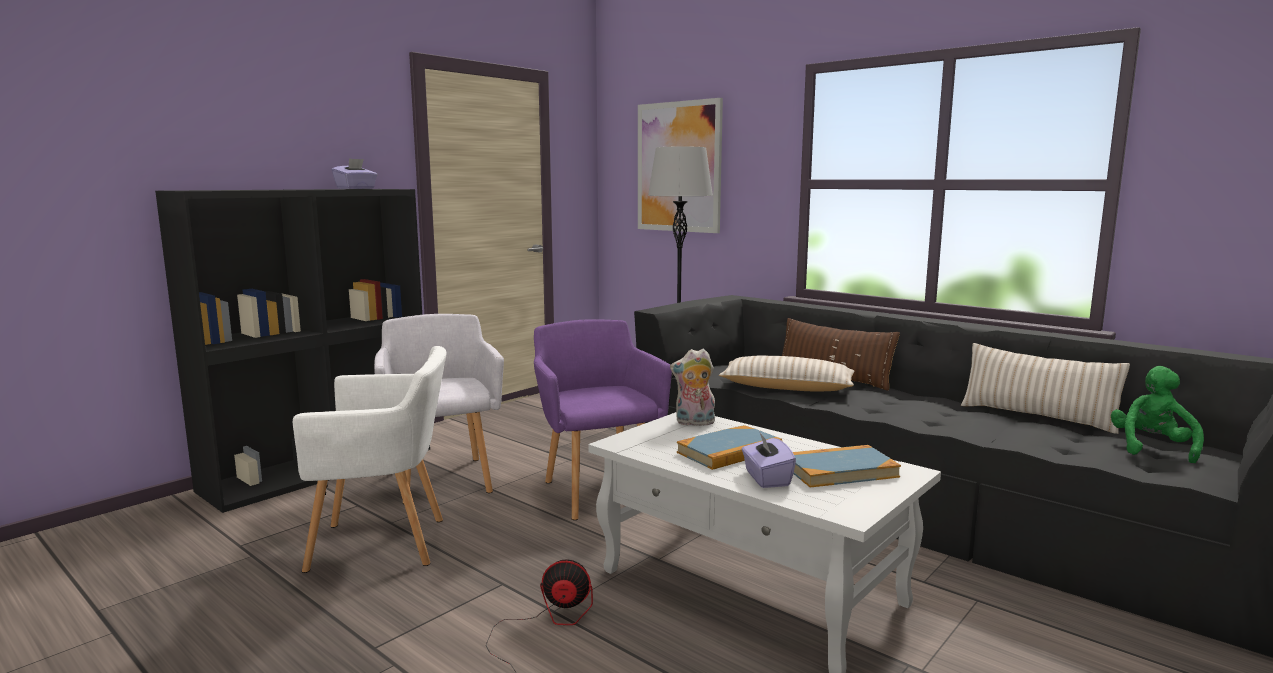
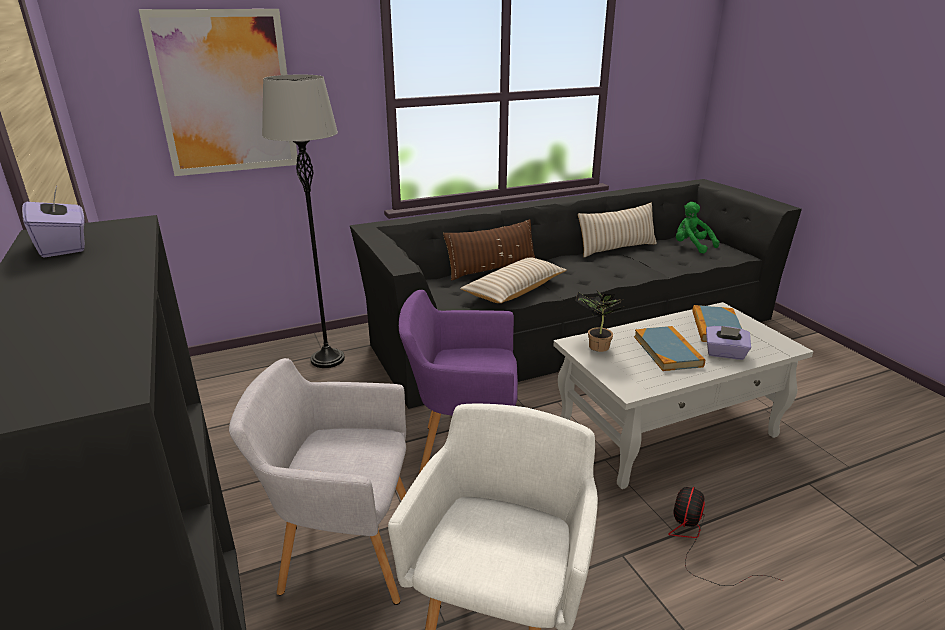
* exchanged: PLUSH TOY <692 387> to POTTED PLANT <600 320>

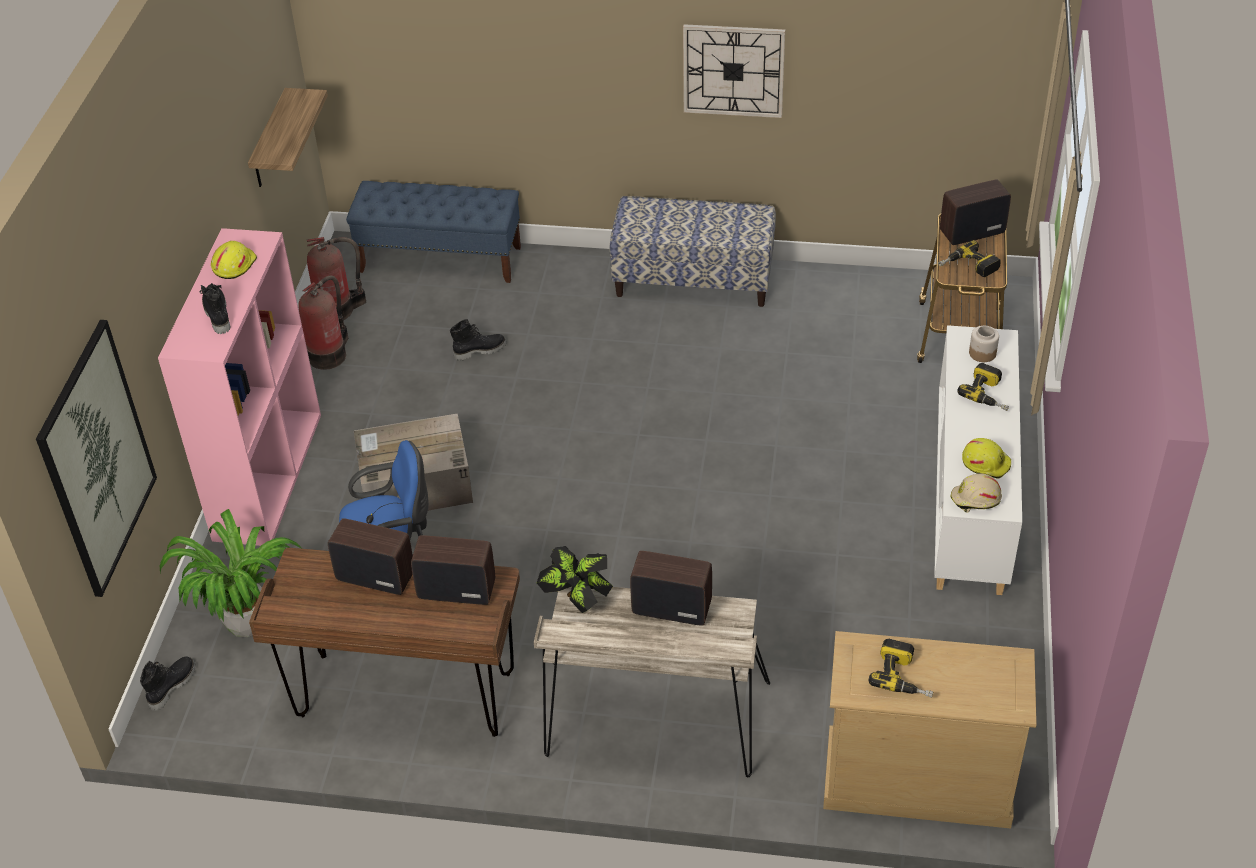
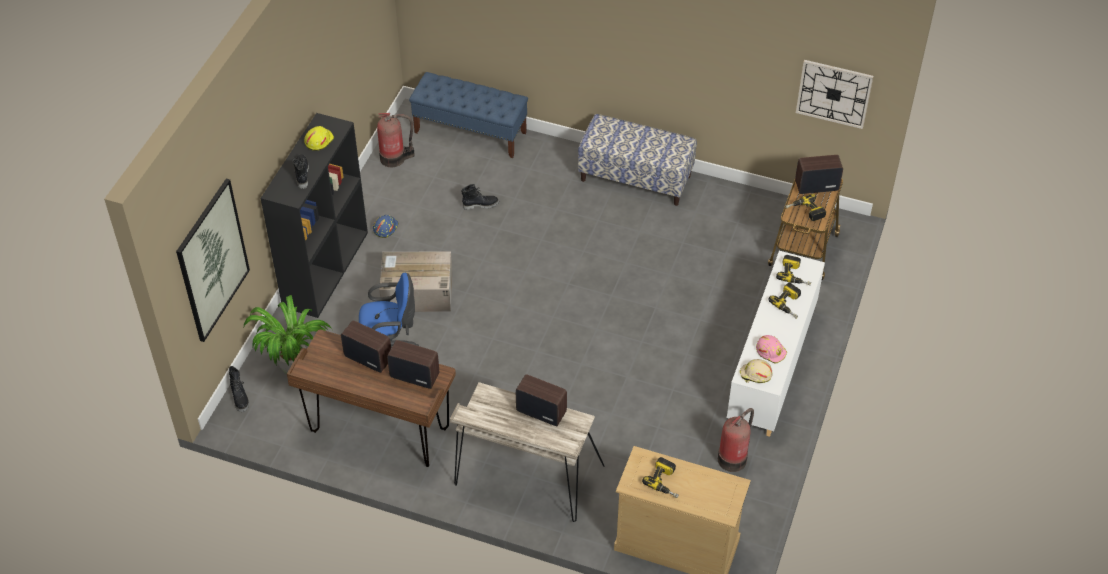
* spun: BLACK BOOT <168 683> = <239 389> 120 degrees clockwise
* colour: PINK BOOKCASE <239 387> to BLACK BOOKCASE <314 215>
* missing: SHELF <288 137>
* relocated: FIRE EXTINGUISHER <323 323> to <736 440>
* missing: POTTED PLANT <575 579>
* relocated: WALL CLOCK <734 71> to <834 94>
* colour: YELLOW HARD HAT <986 458> to PINK HARD HAT <771 349>
* exchanged: JAR <984 344> to POWER DRILL <793 270>
* appeared: BLUE HARD HAT <386 226>

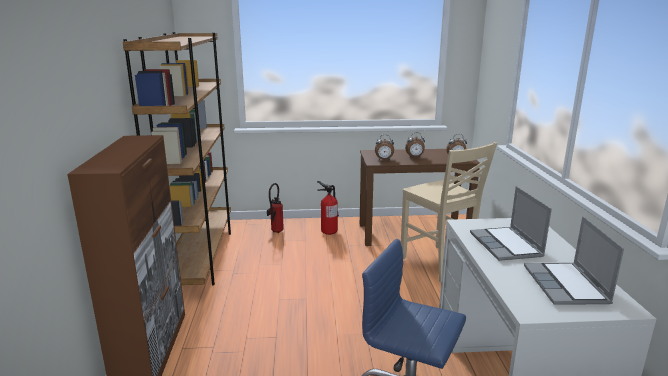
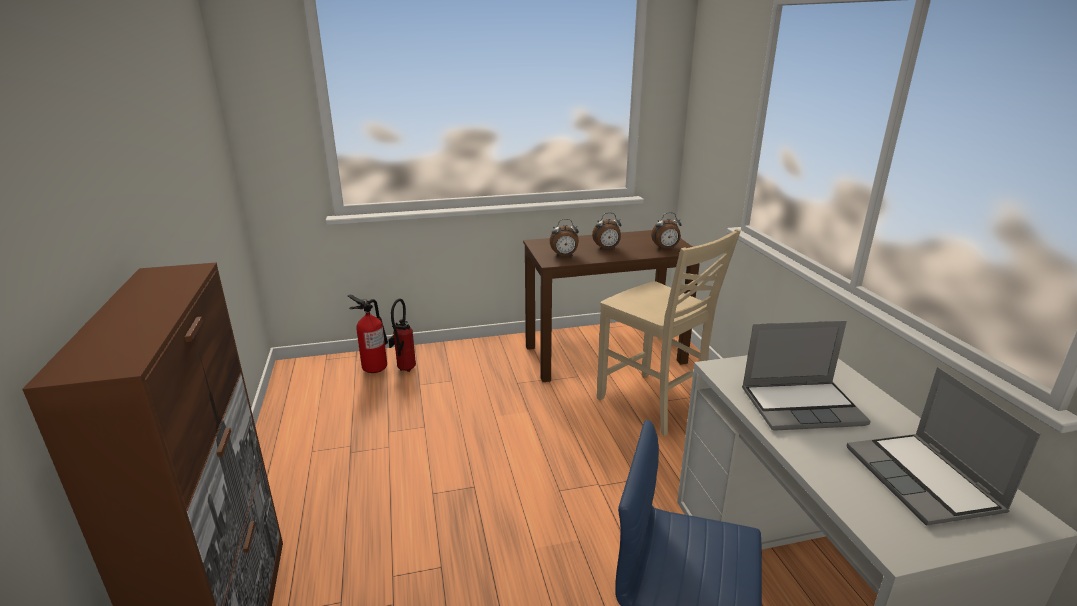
* missing: BROWN BOOKCASE <177 159>
* relocated: FIRE EXTINGUISHER <328 208> to <368 334>
* spun: LAPTOP <511 223> = <806 375> 75 degrees counterclockwise

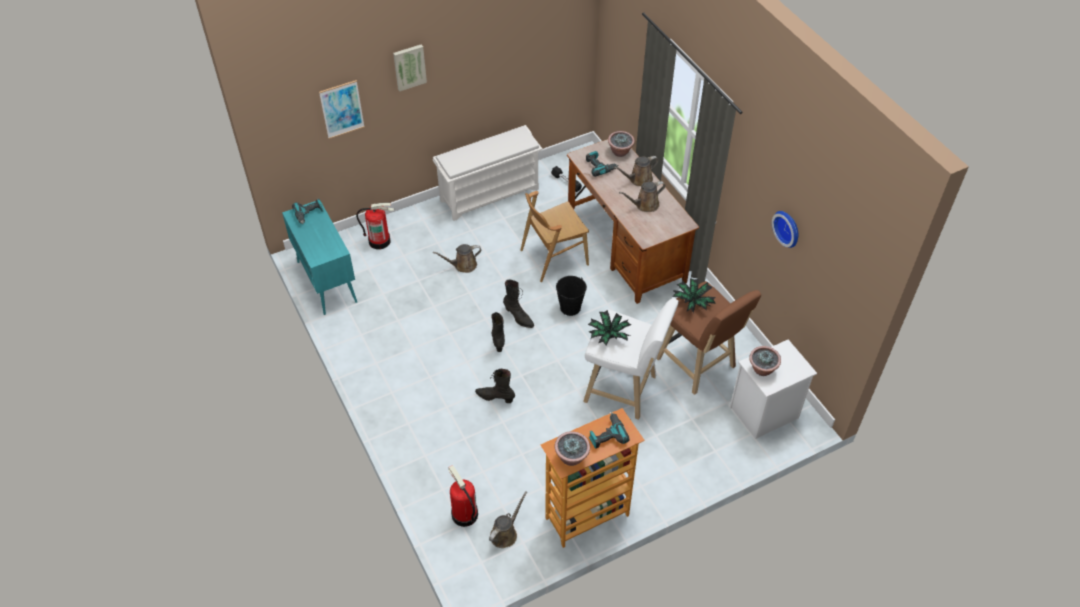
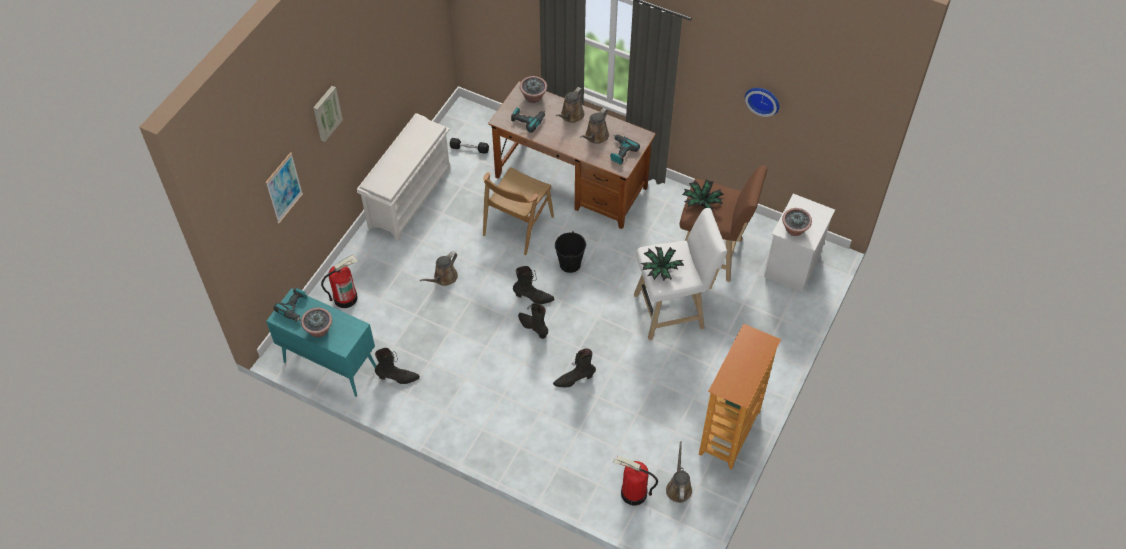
* relocated: POTTED PLANT <572 448> to <316 322>
* relocated: POWER DRILL <609 430> to <625 150>
* appeared: BLACK BOOT <397 366>

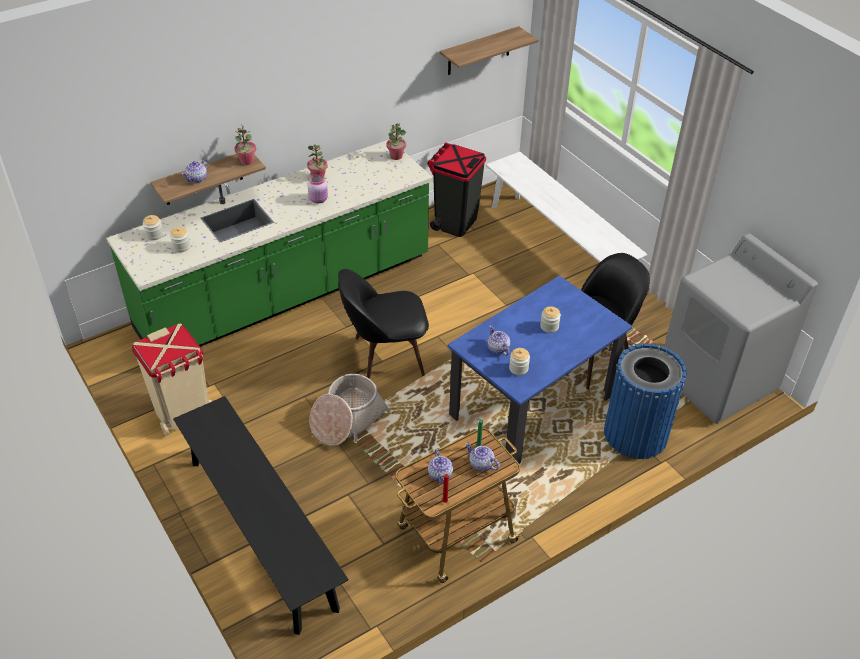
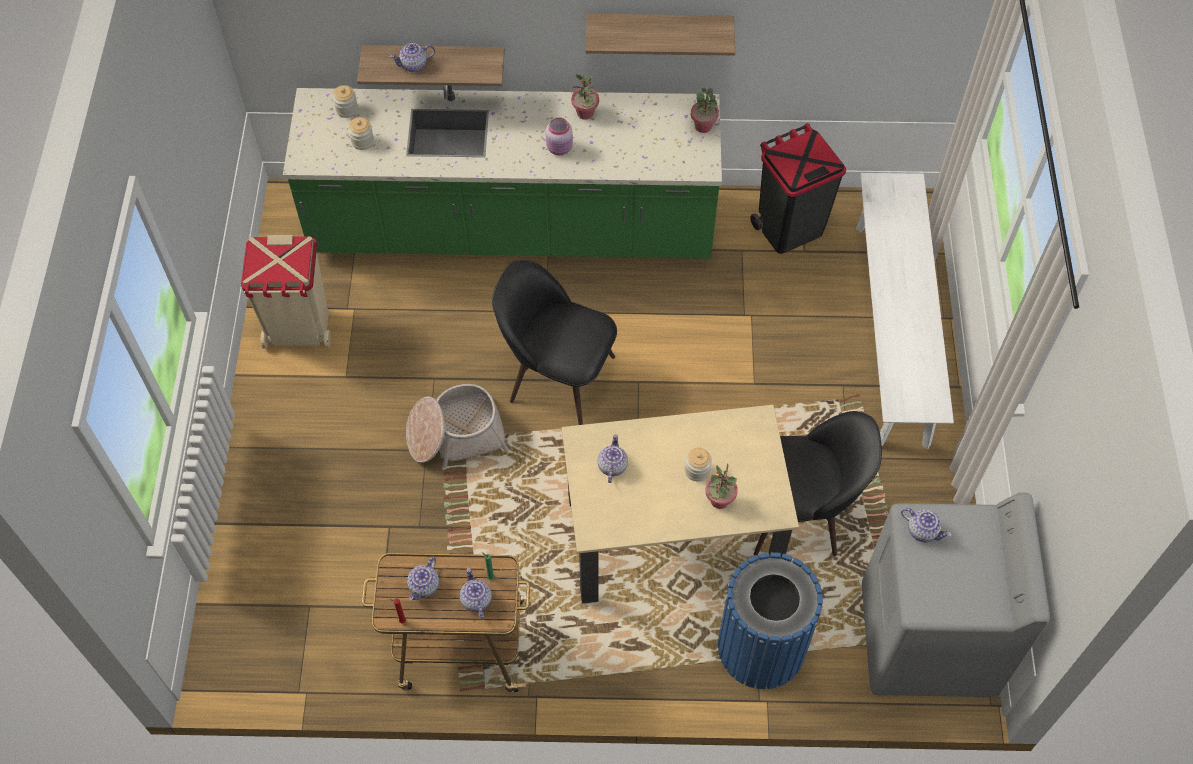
* missing: BLACK BENCH <260 515>
* relocated: POTTED PLANT <245 144> to <721 486>
* relocated: SHELF <489 50> to <660 35>
* colour: BLUE DINING TABLE <540 370> to BEIGE DINING TABLE <680 504>
* missing: JAR <519 361>
* appeared: TEAPOT <926 525>

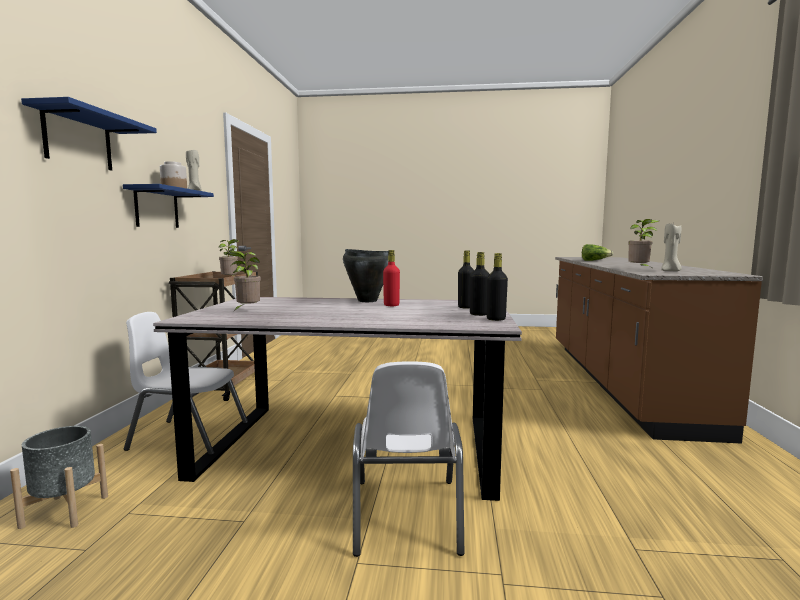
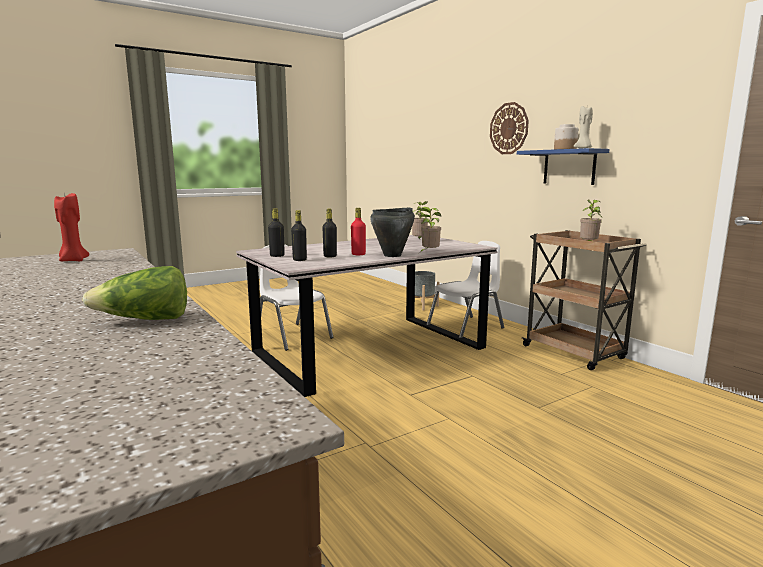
* exchanged: BLUE SHELF <89 134> to WALL CLOCK <509 128>
* relocated: BLACK BOTTLE <497 287> to <329 233>
* relocated: POTTED PLANT <643 243> to <429 230>
* colour: BEIGE CANDLE <671 247> to RED CANDLE <71 227>

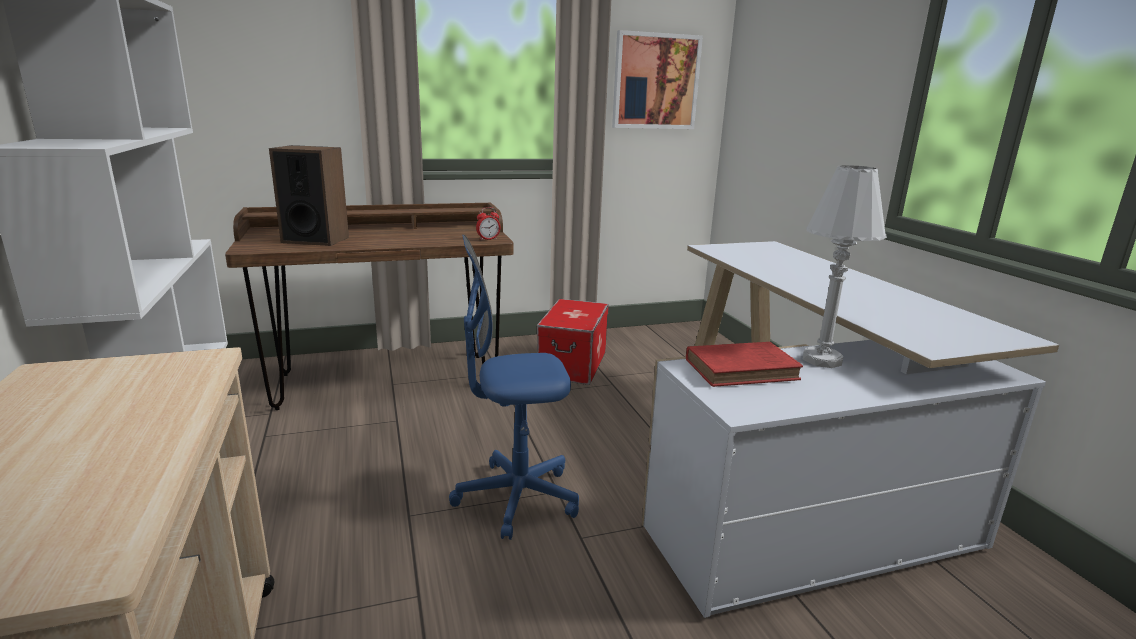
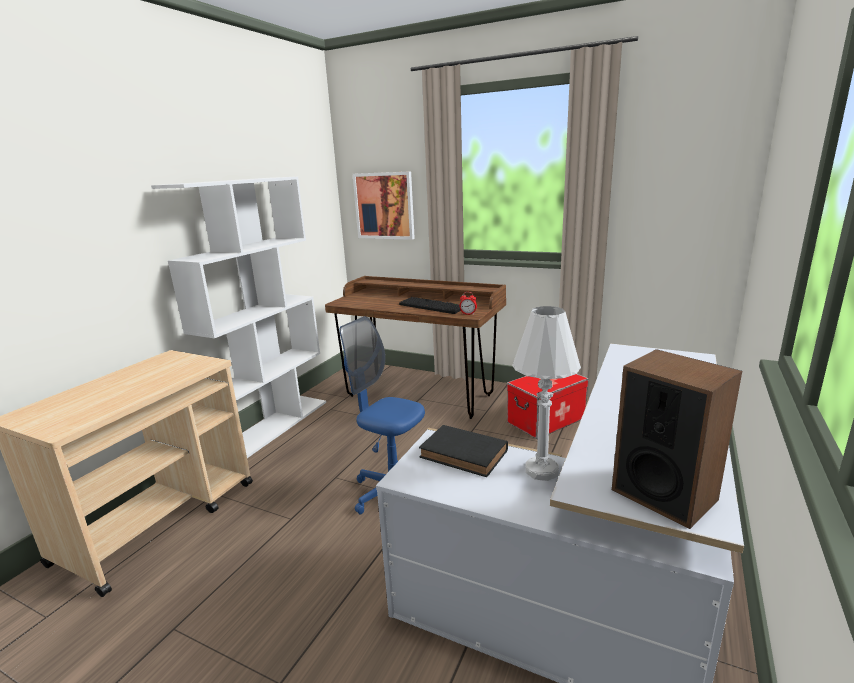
* relocated: SPEAKER <309 195> to <677 439>
* relocated: PICTURE <657 79> to <384 205>
* colour: RED BOOK <744 364> to BLACK BOOK <463 451>
* appeared: KEYBOARD <430 305>

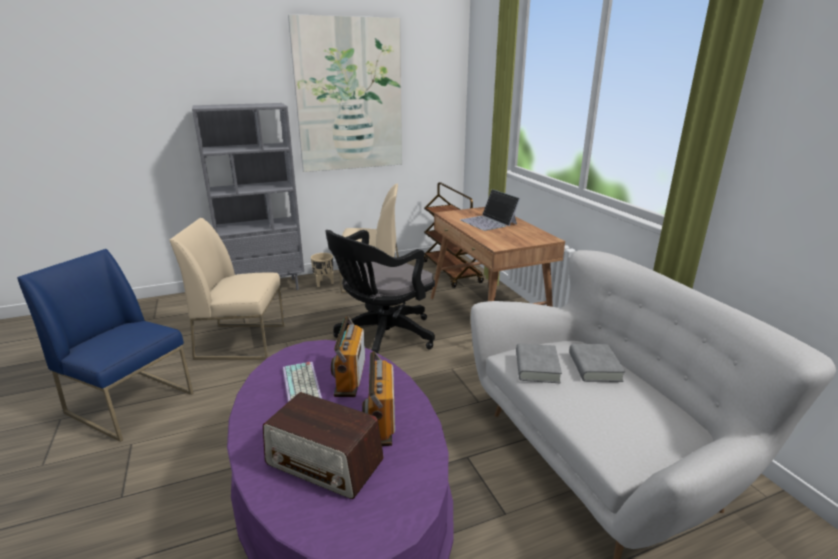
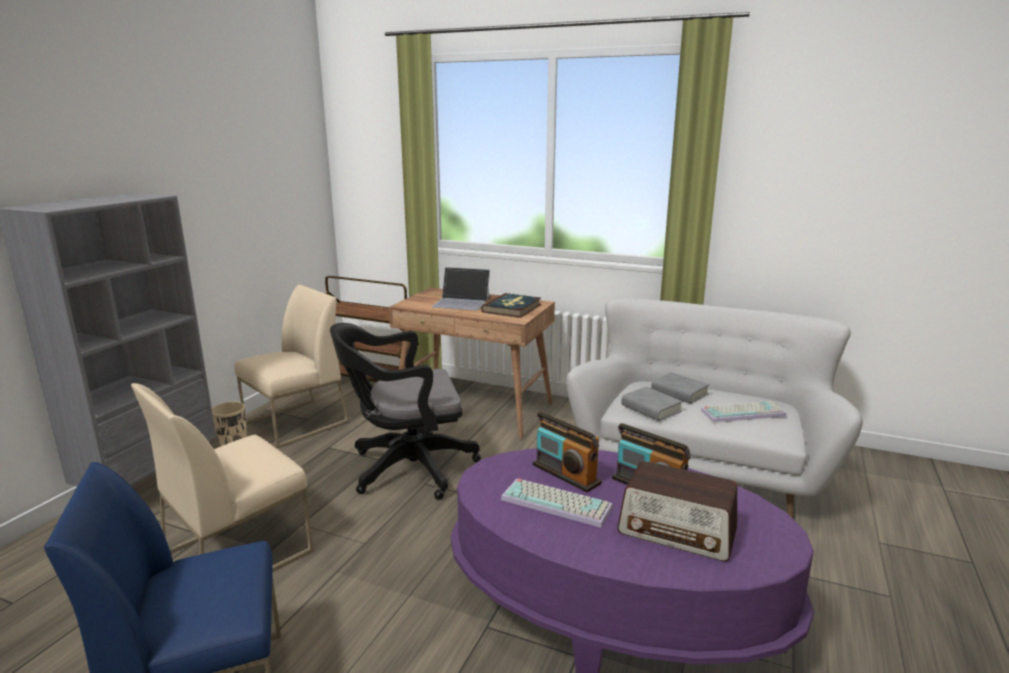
* spun: RADIO <323 445> = <677 511> 45 degrees clockwise
* missing: PICTURE <345 93>
* spun: BLACK OFFICE CHAIR <380 292> = <405 411> 75 degrees clockwise
* appeared: BOOK <511 305>
* appeared: KEYBOARD <743 411>

